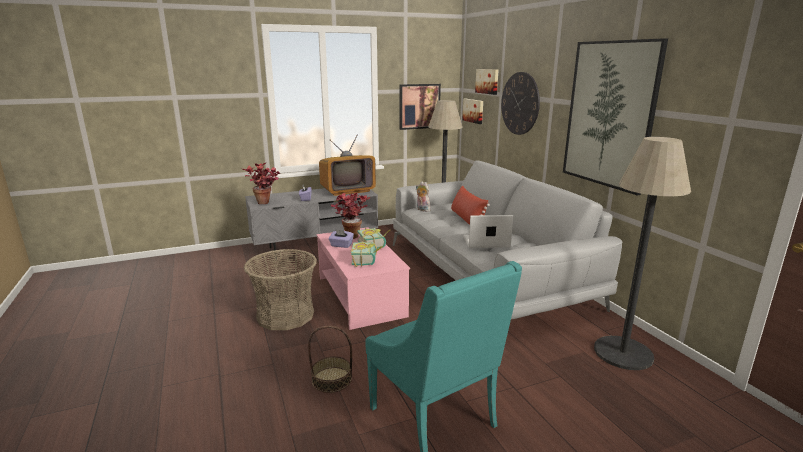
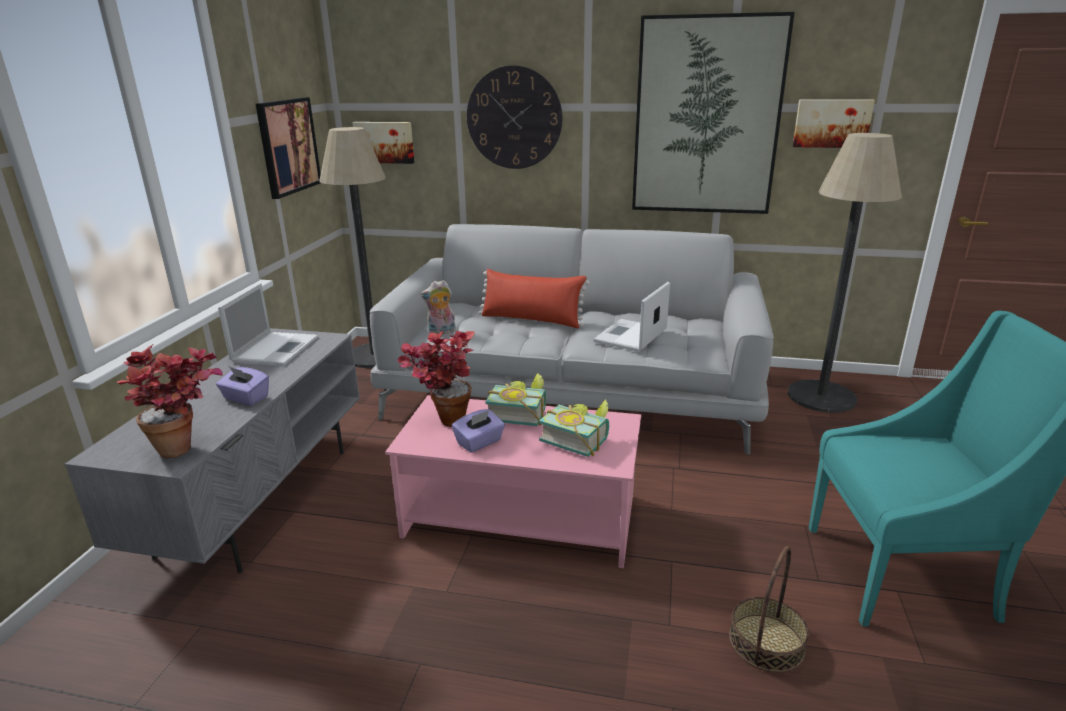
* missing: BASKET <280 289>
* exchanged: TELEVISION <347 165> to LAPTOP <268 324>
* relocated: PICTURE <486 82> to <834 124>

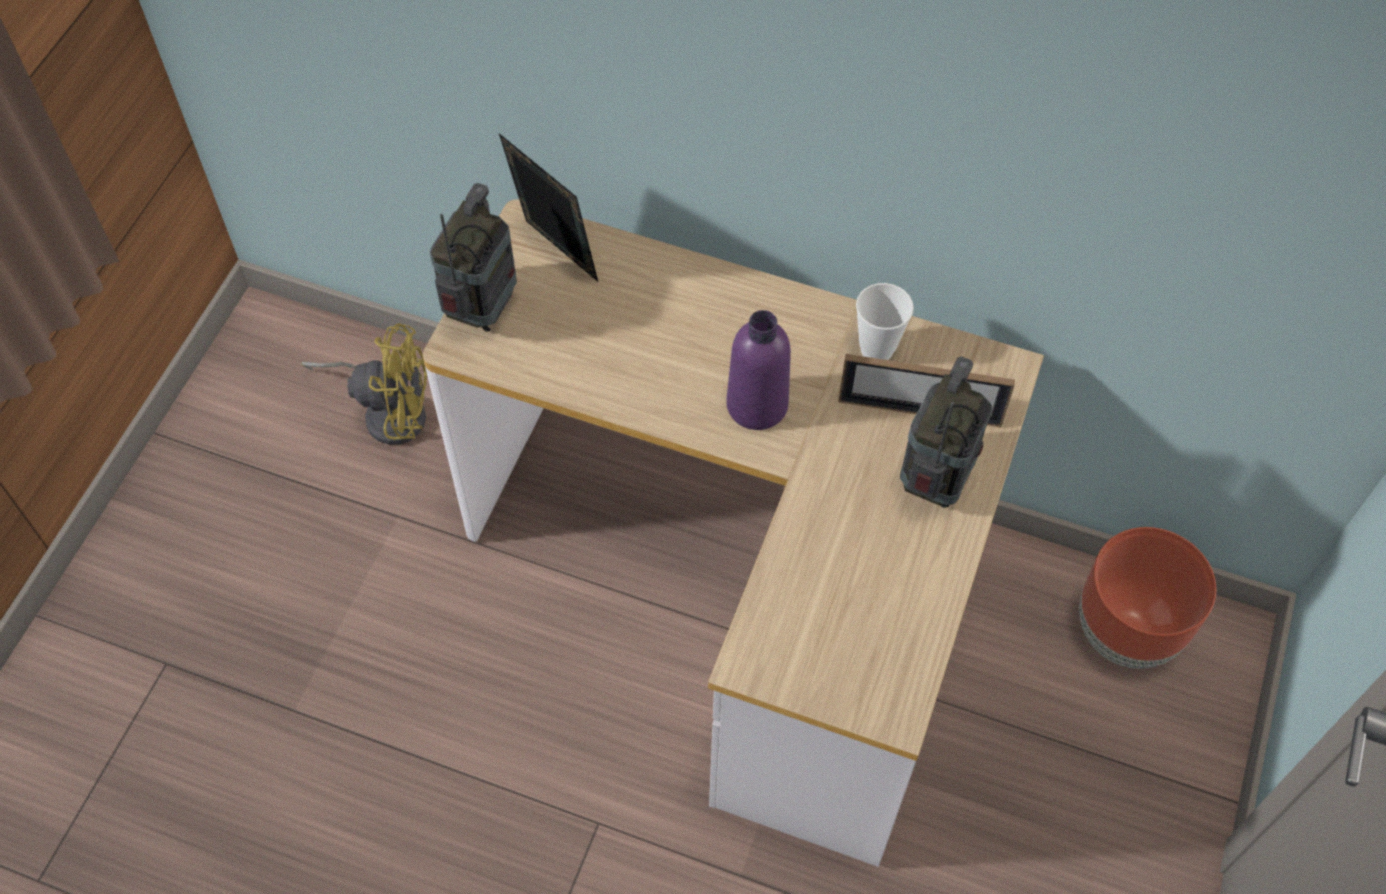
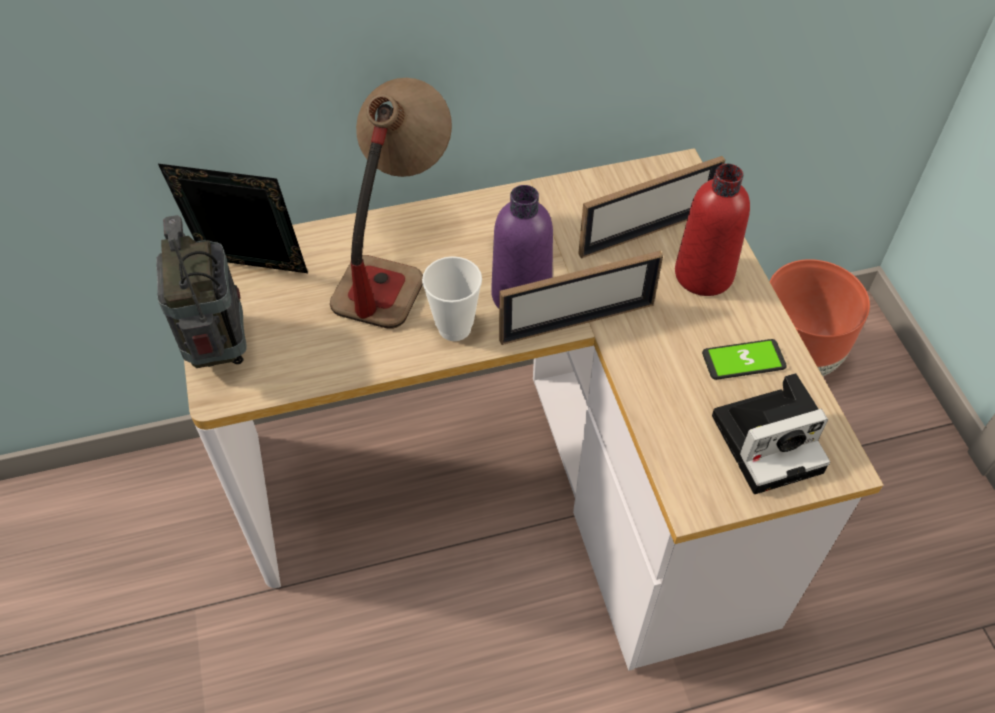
* missing: YELLOW FAN <364 384>
* relocated: CUP <885 321> to <452 298>
* exchanged: RADIO <946 432> to RED BOTTLE <712 230>
* appeared: TABLE LAMP <391 203>
* appeared: PICTURE FRAME <581 298>
* appeared: PHONE <744 359>
* appeared: PHOTO CAMERA <771 433>

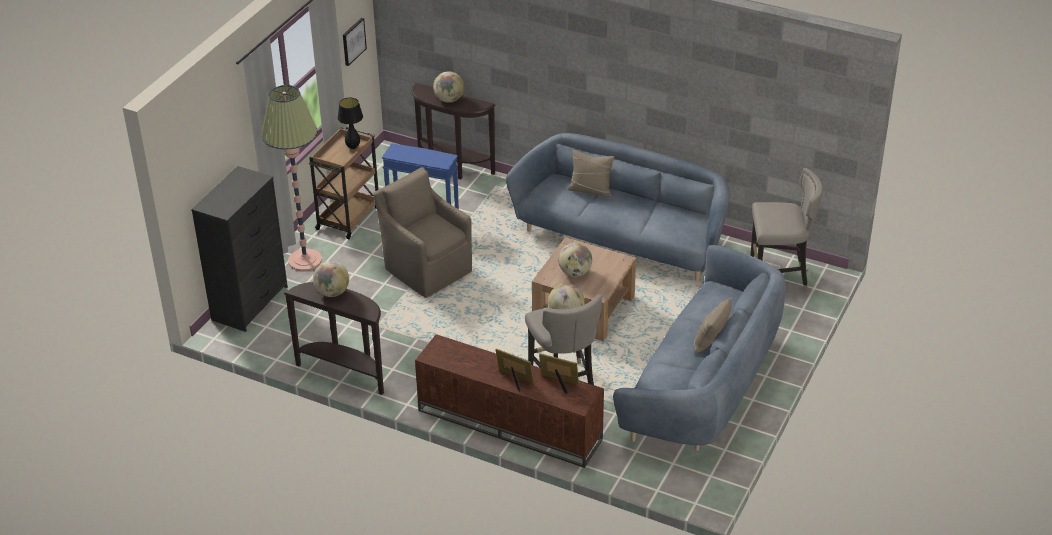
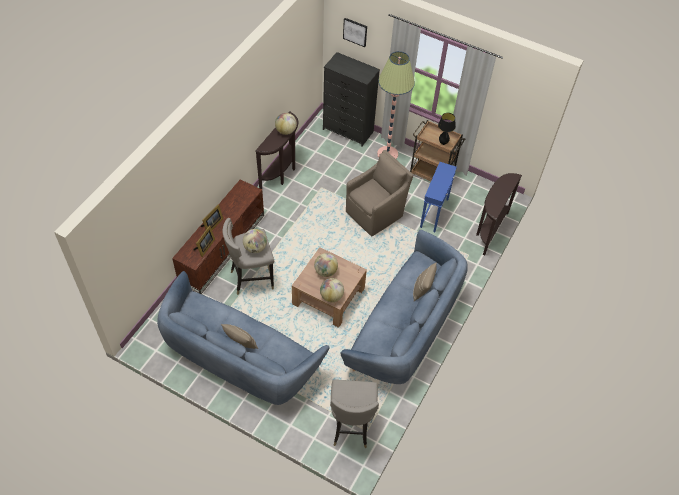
* relocated: PICTURE <355 42> to <355 32>
* relocated: GLOBE <448 87> to <332 290>

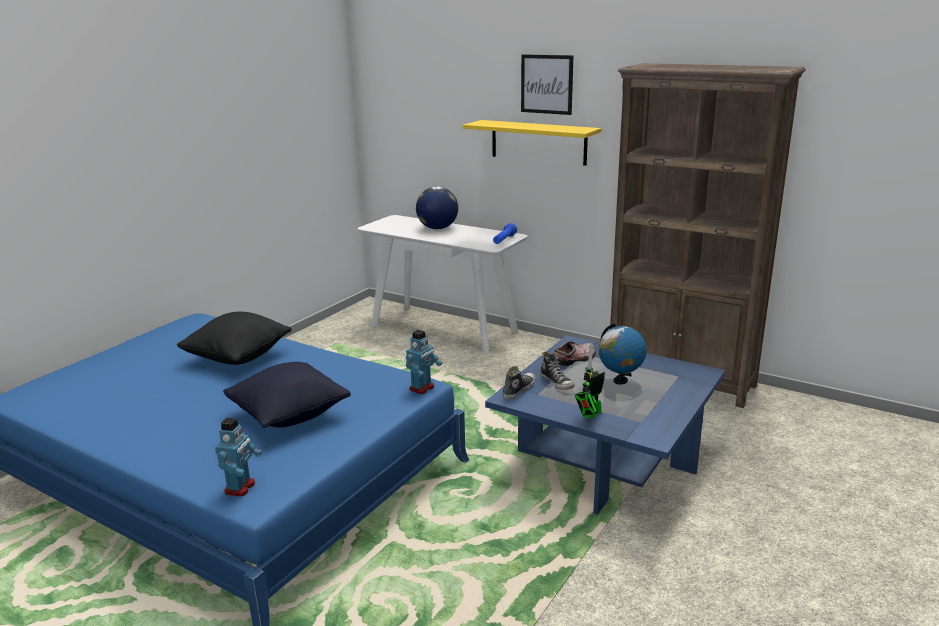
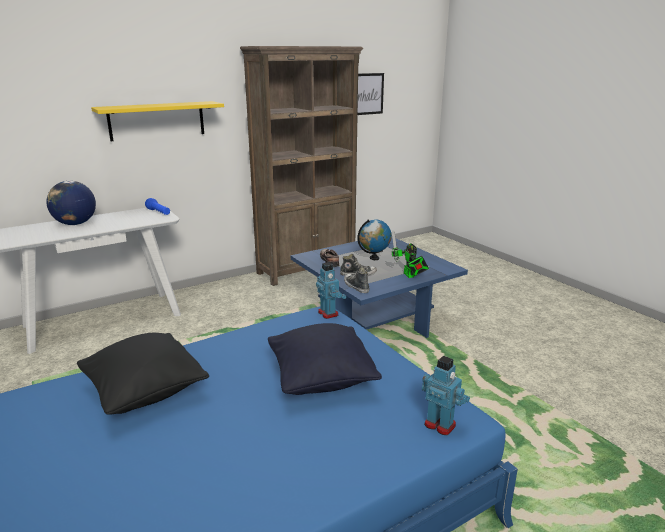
* relocated: PICTURE <547 84> to <371 94>

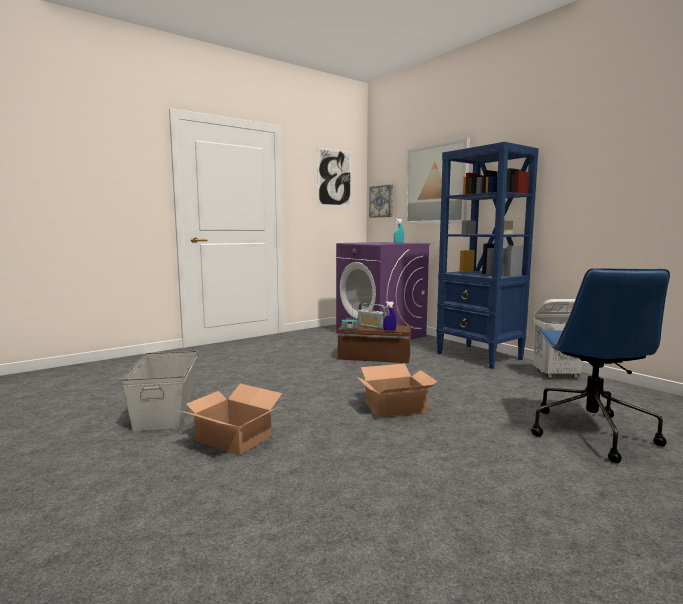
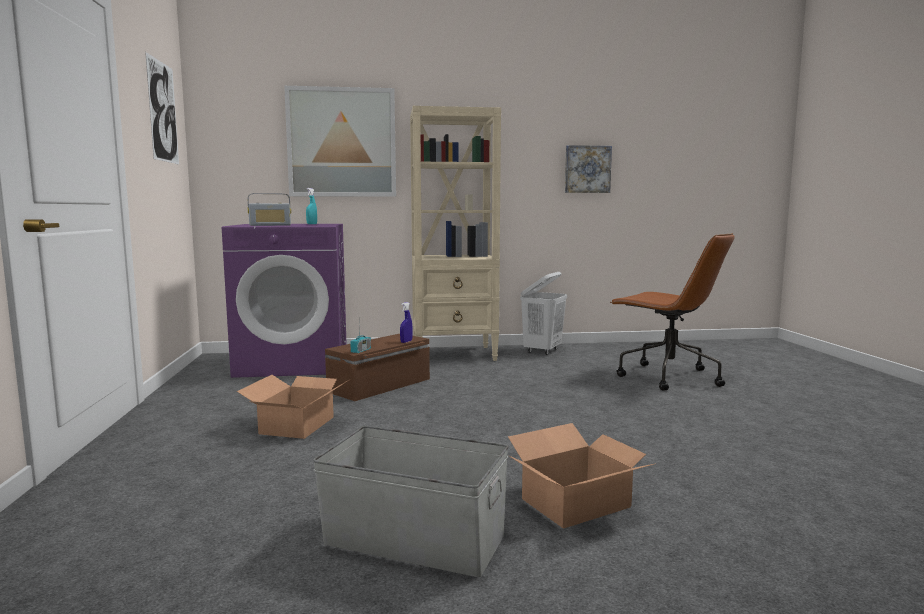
* relocated: CARDBOARD BOX <397 391> to <293 407>
* relocated: RADIO <372 316> to <269 209>
* relocated: PICTURE <381 201> to <588 169>
* colour: BLUE BOOKCASE <487 255> to BEIGE BOOKCASE <455 233>
* colour: BLUE OFFICE CHAIR <600 365> to BROWN OFFICE CHAIR <672 312>

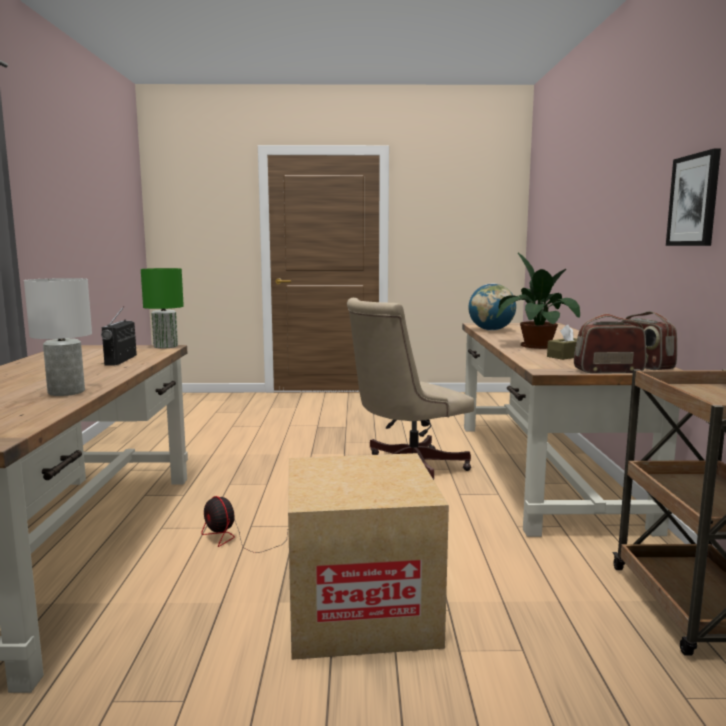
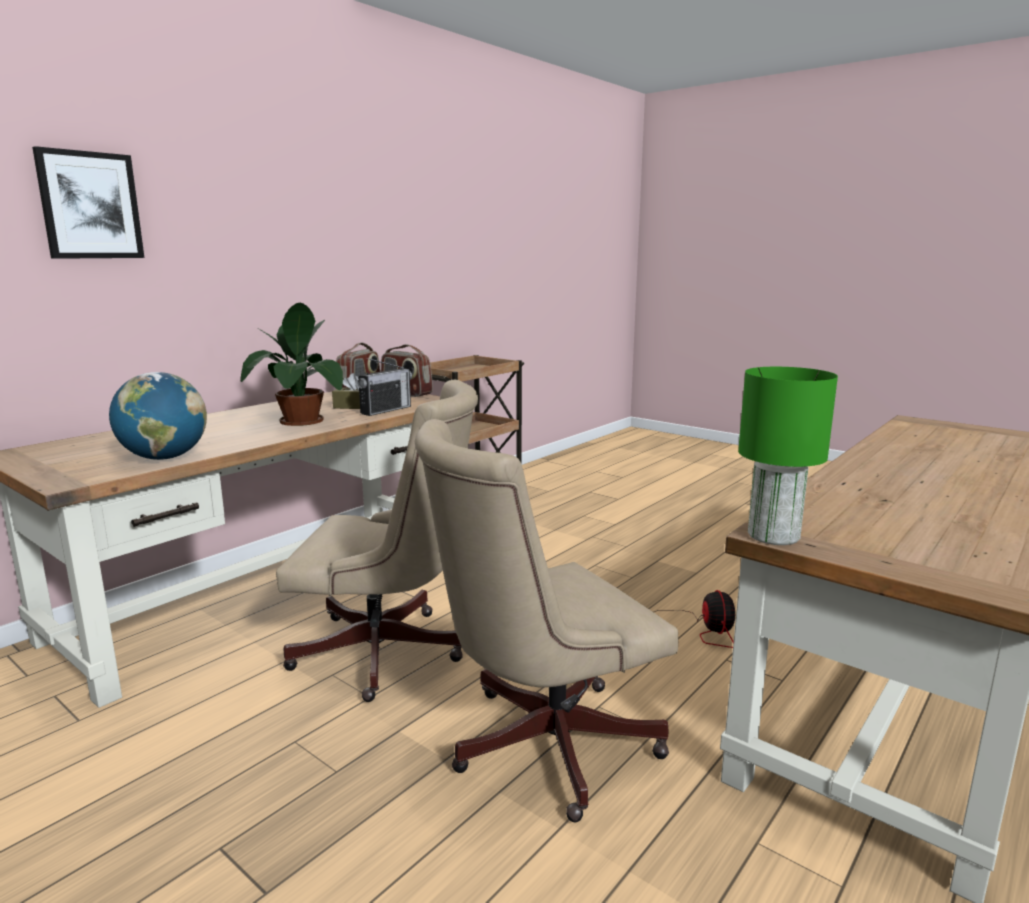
* missing: WHITE TABLE LAMP <58 337>
* relocated: RADIO <119 335> to <384 387>
* missing: CARDBOARD BOX <368 556>
* relocated: PICTURE <693 197> to <88 202>
* appeared: BEIGE OFFICE CHAIR <546 620>

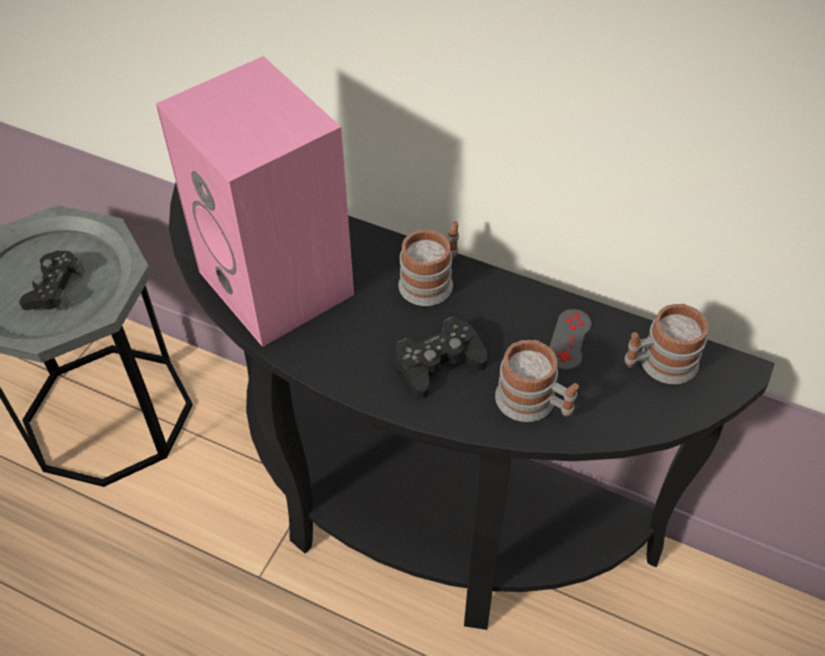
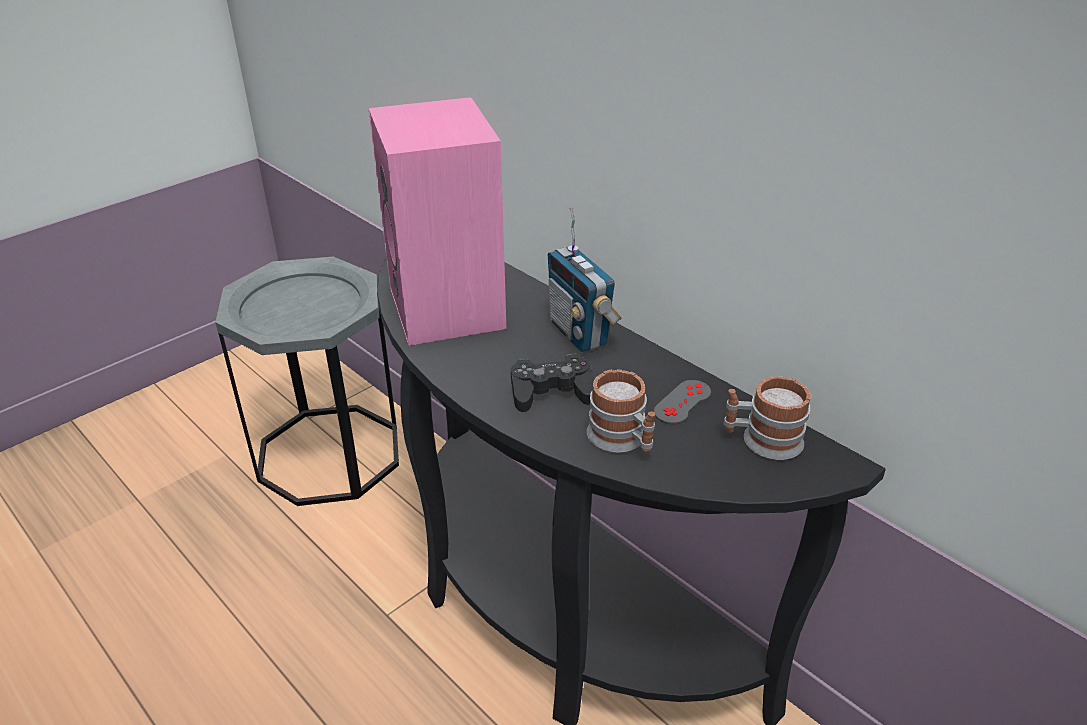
* missing: BLACK GAME CONTROLLER <52 280>
* exchanged: MUG <428 263> to RADIO <585 279>

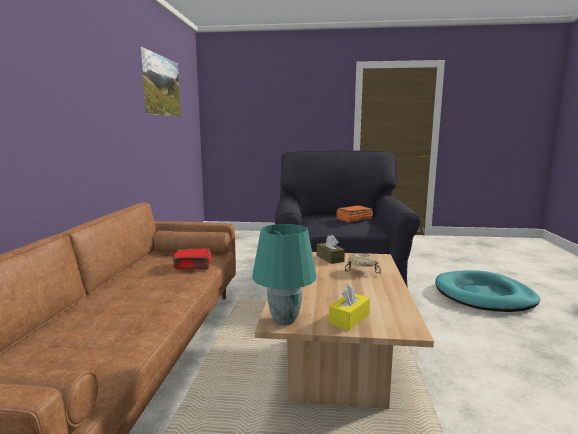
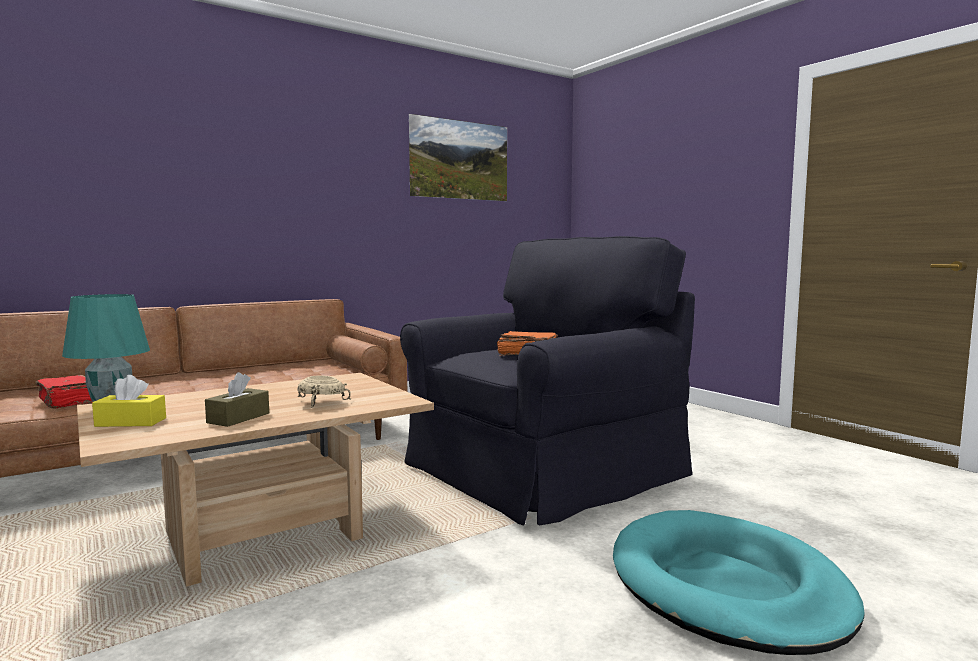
* relocated: RED BOOK <192 258> to <63 391>
* relocated: BROWN TISSUE BOX <331 249> to <237 399>

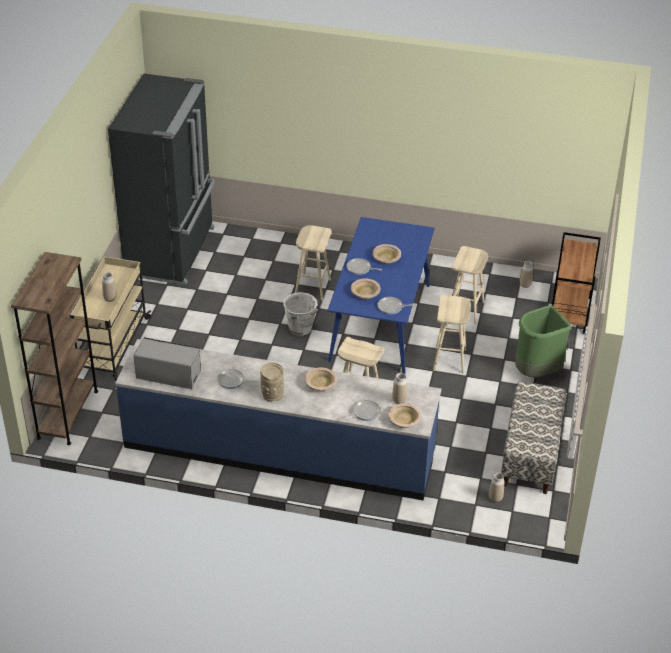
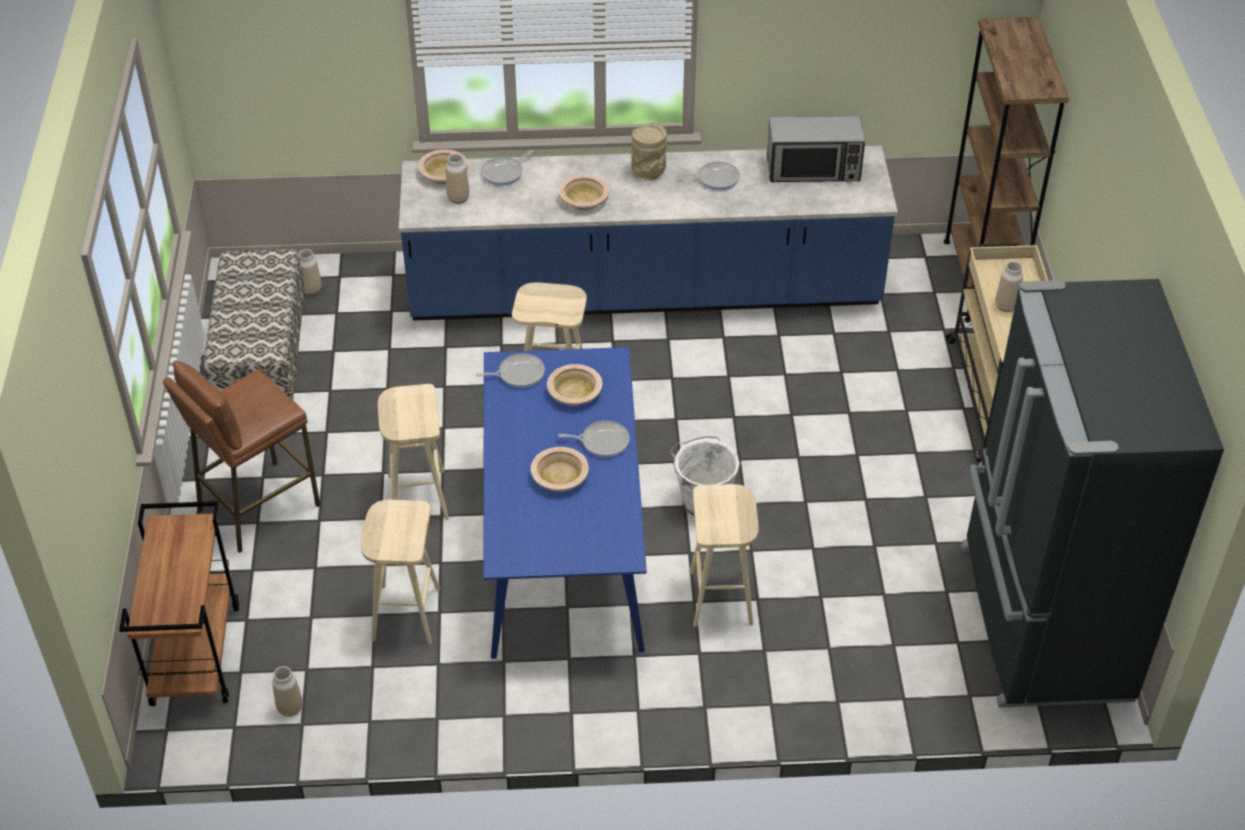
* exchanged: GREEN TRASH CAN <543 341> to BROWN STOOL <242 457>

